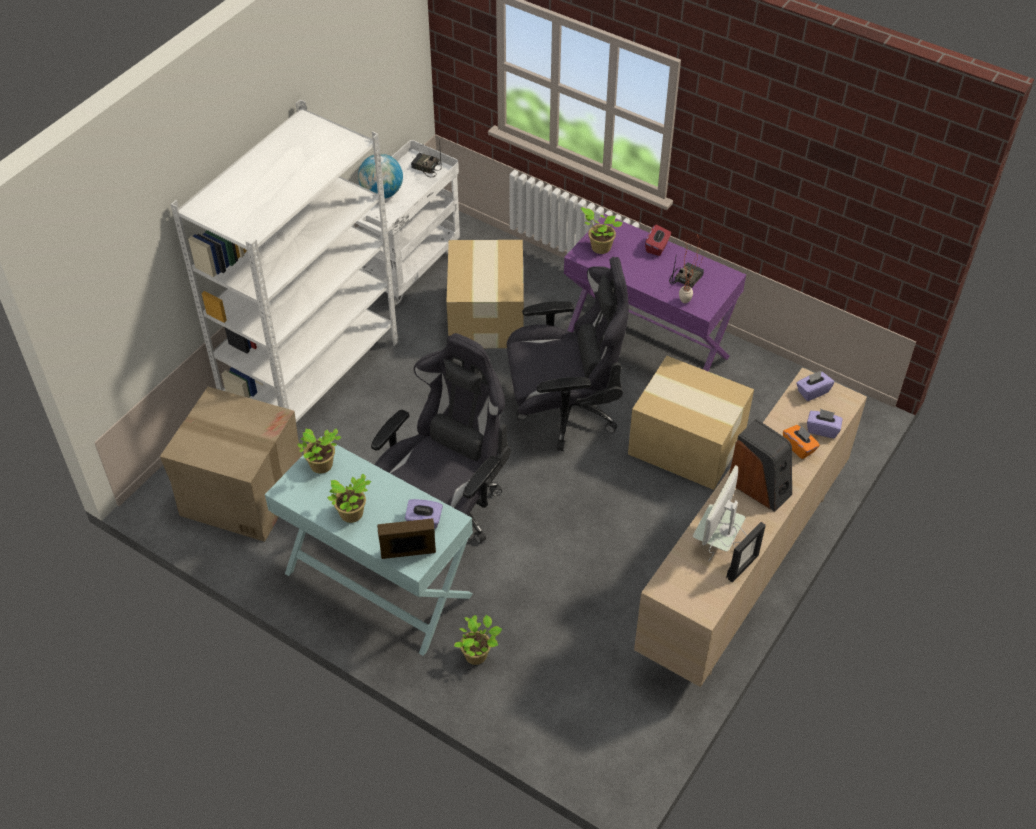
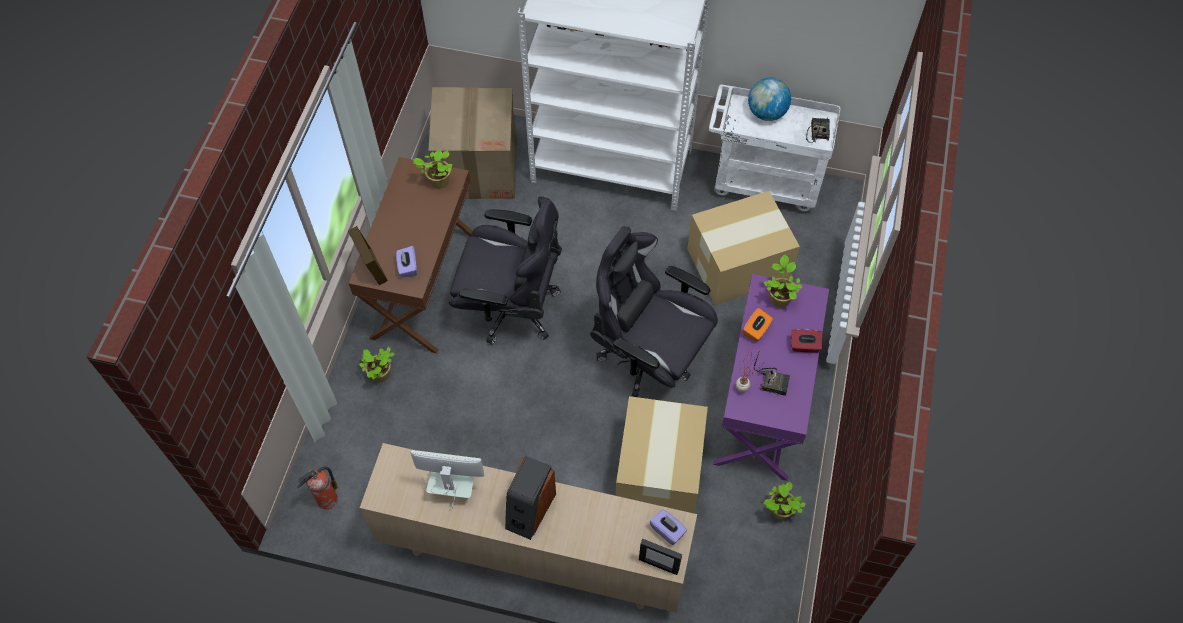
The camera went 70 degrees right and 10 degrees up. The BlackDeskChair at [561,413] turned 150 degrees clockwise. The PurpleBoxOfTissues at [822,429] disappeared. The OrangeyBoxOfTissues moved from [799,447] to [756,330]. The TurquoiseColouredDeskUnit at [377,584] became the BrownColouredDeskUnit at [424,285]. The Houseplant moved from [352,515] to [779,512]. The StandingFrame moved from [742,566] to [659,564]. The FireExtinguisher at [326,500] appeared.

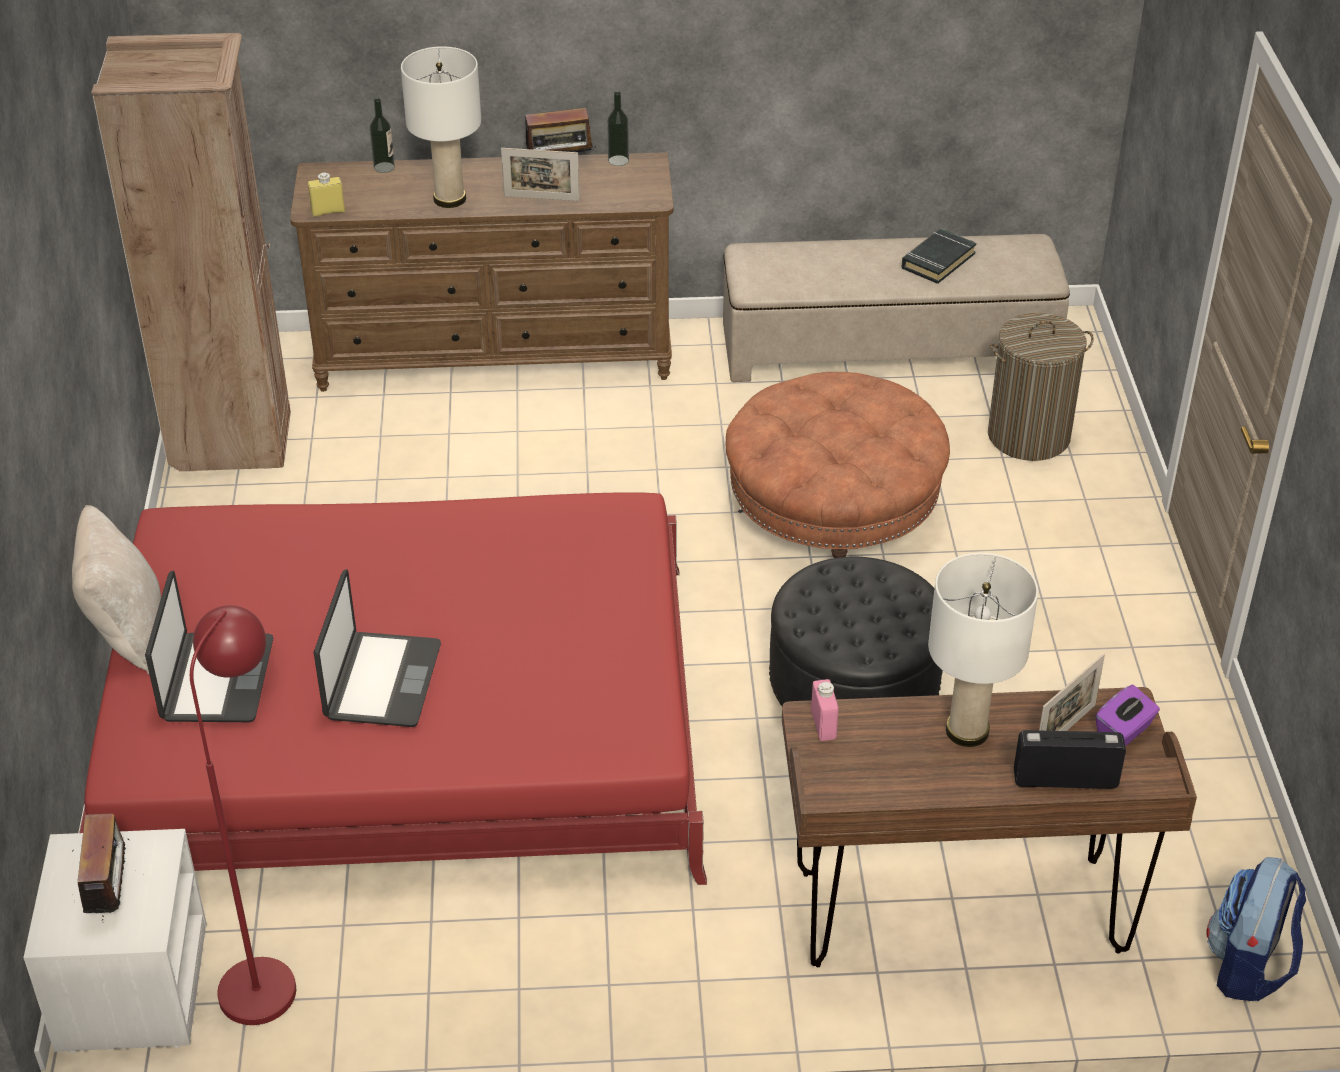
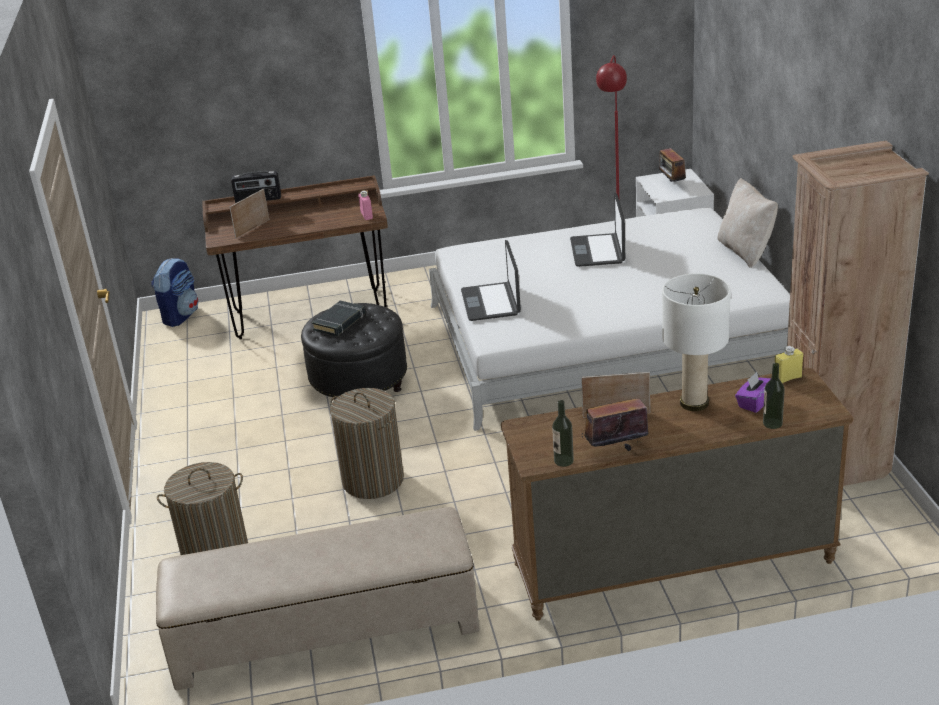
The camera went 175 degrees right and 10 degrees down. The BlackVolume moved from [937,261] to [339,322]. The BrownColouredFootrest at [833,513] was replaced by the Hamper at [373,480]. The ReddishBedroomBed at [406,727] became the WhitishBedroomBed at [606,337]. The WhitishLampForATable at [967,731] disappeared. The Laptop moved from [216,680] to [491,303]. The PurpleBoxOfTissues moved from [1124,730] to [754,403].

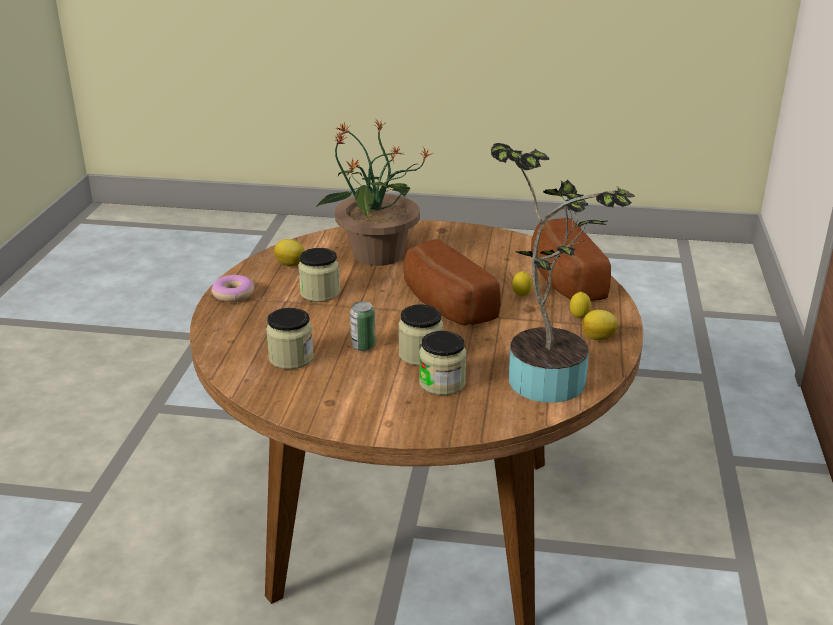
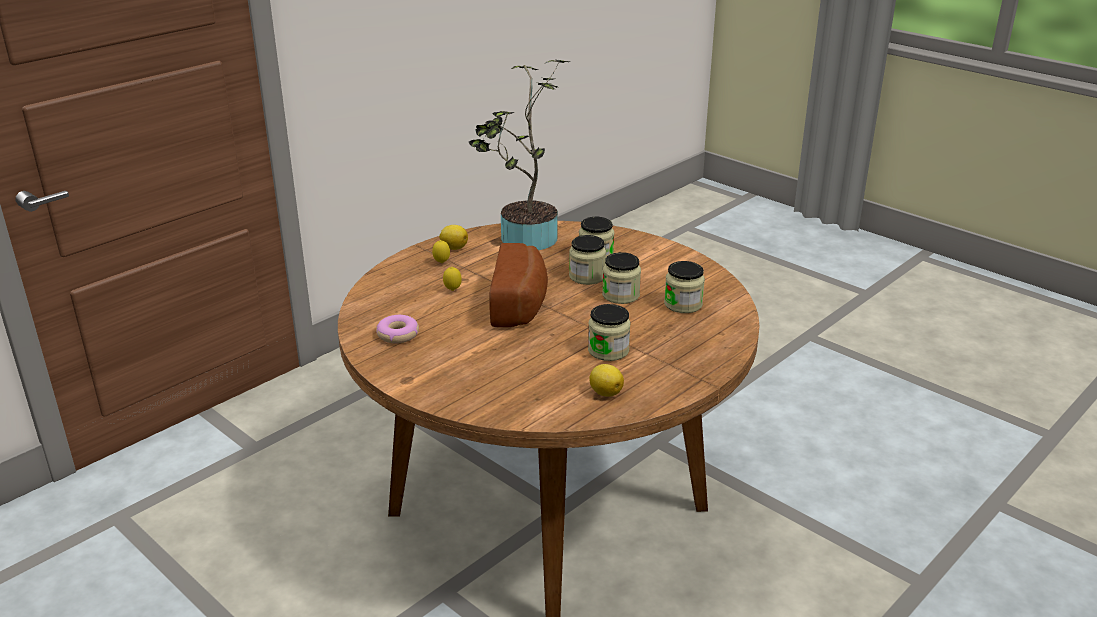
The camera went 145 degrees left and 0 degrees up. The Houseplant at [376,255] disappeared. The BakeryBread at [562,280] disappeared. The Donut moved from [233,294] to [397,335]. The MetalCan at [363,346] was replaced by the StorageJar at [620,295].

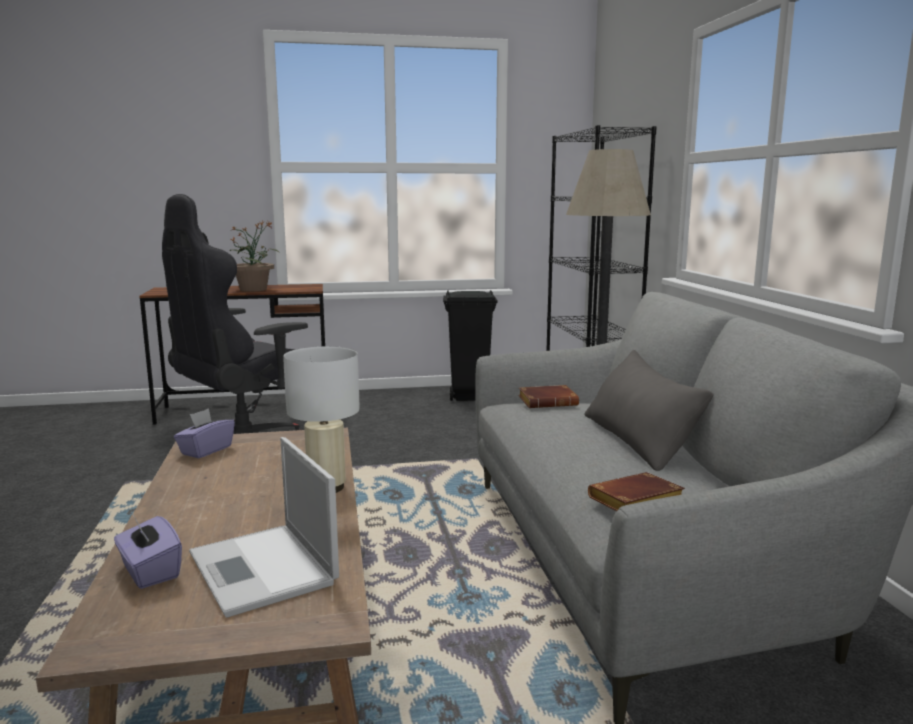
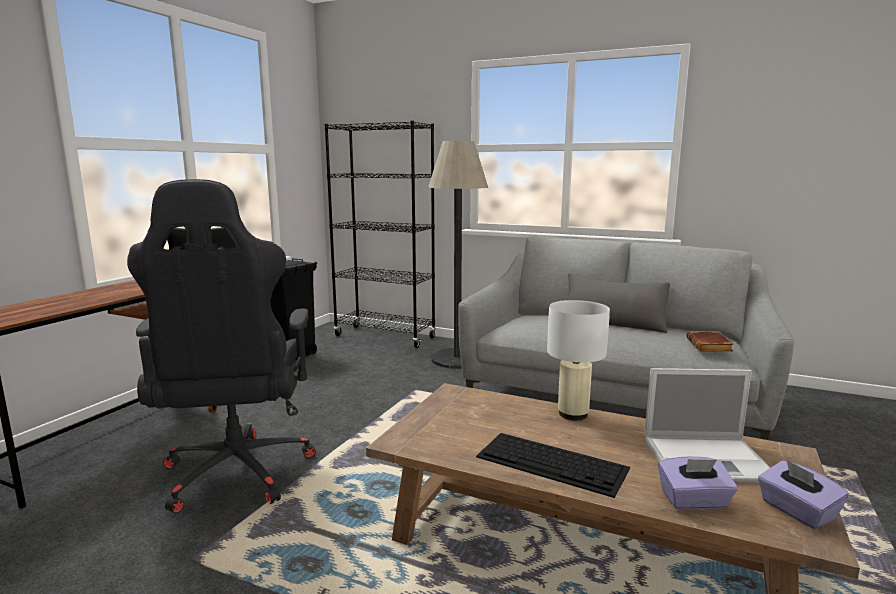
The camera went 55 degrees left and 0 degrees up. The Houseplant at [254,289] disappeared. The BrownColouredVolume at [549,402] disappeared. The PurpleBoxOfTissues moved from [206,450] to [796,511]. The PcKeyboard at [553,462] appeared.

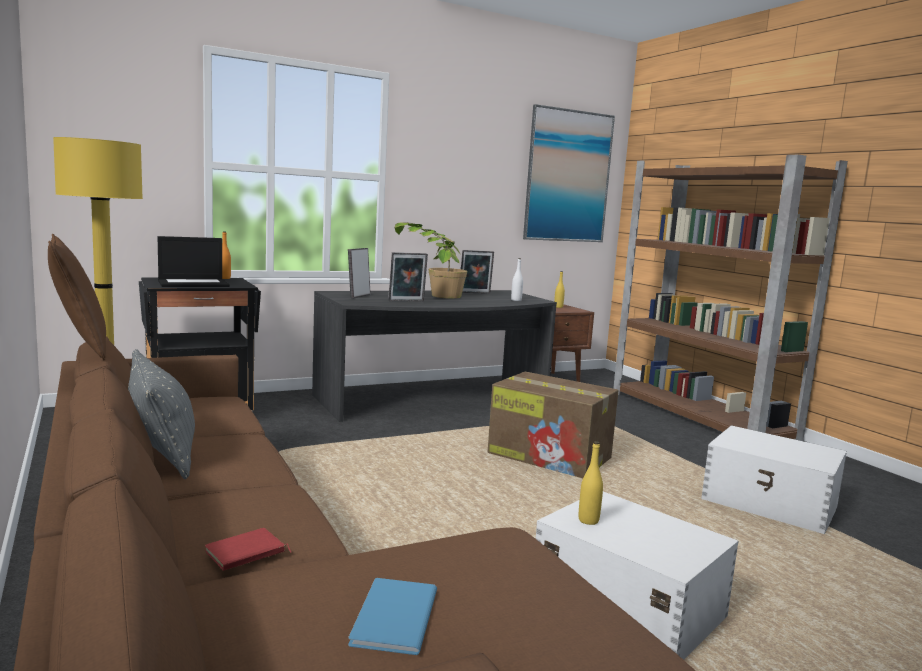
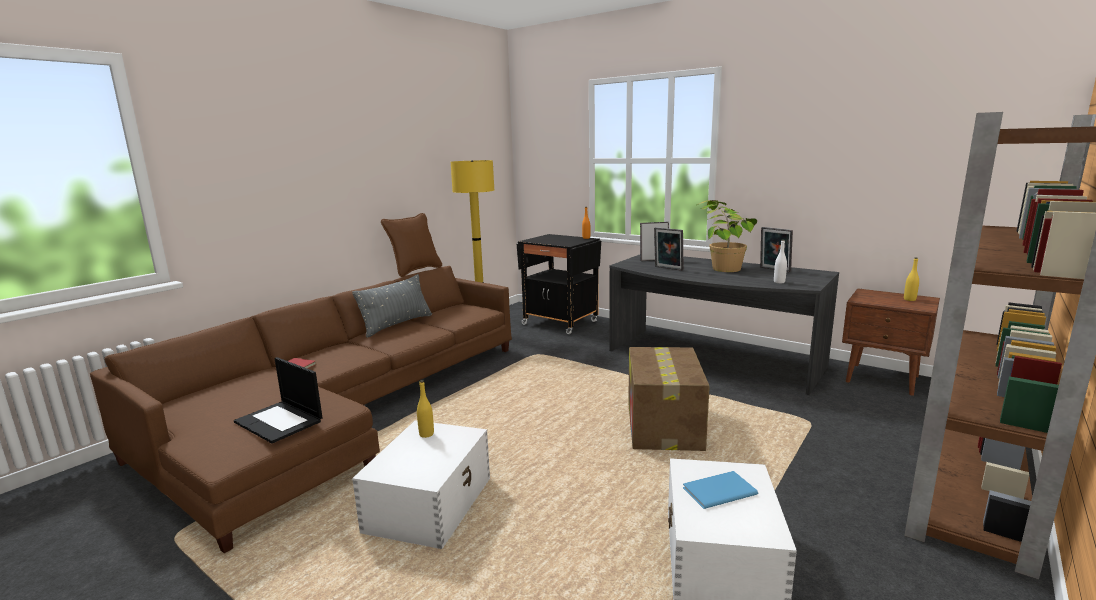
The camera went 65 degrees right and 5 degrees up. The Picture at [568,176] disappeared. The Laptop moved from [194,284] to [280,421]. The BlueColouredVolume moved from [391,618] to [717,490].

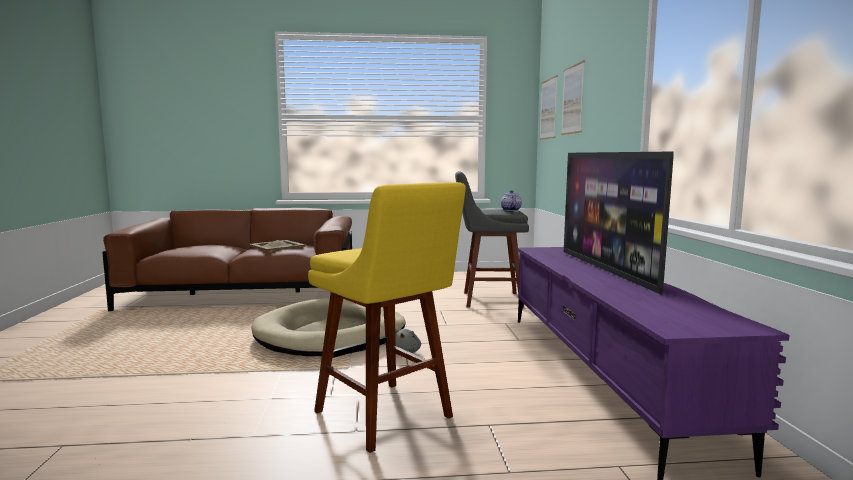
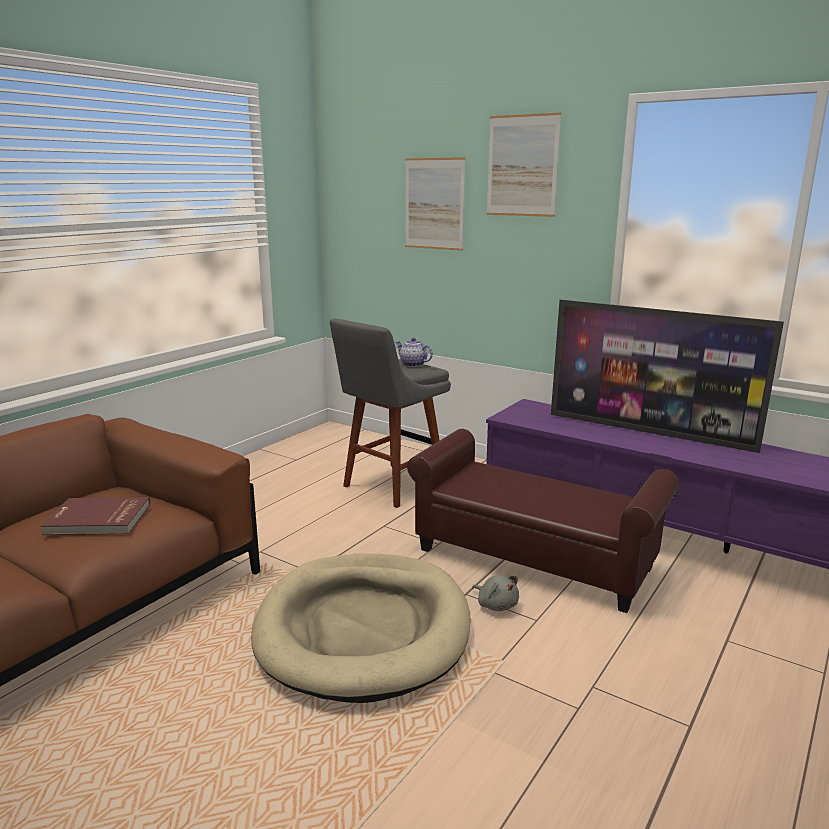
The camera went 50 degrees left and 10 degrees up. The Picture moved from [548,109] to [522,166]. The YellowColouredStoolSeat at [387,417] disappeared. The BeigeColouredTray at [277,246] was replaced by the ReddishVolume at [97,520]. The BrownColouredFootrest at [534,559] appeared.

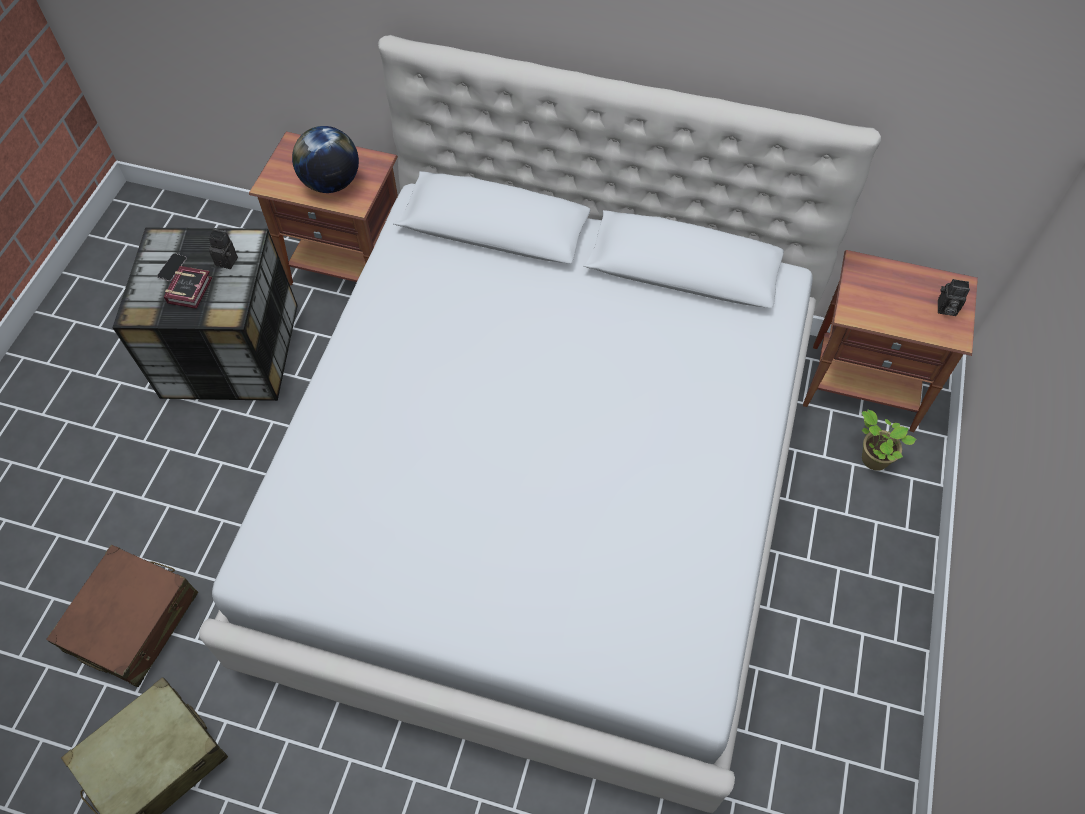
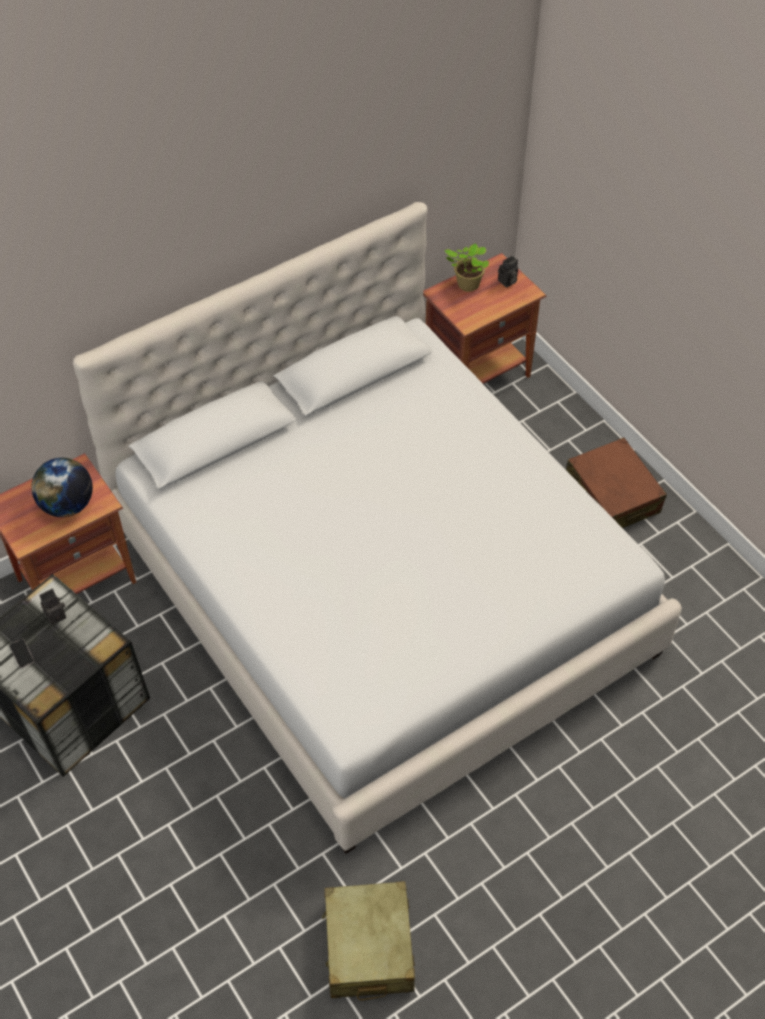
The camera went 50 degrees left and 5 degrees down. The Volume at [191,289] disappeared. The Houseplant moved from [872,458] to [466,284]. The BrownColouredTravelCase moved from [133,622] to [612,496].

